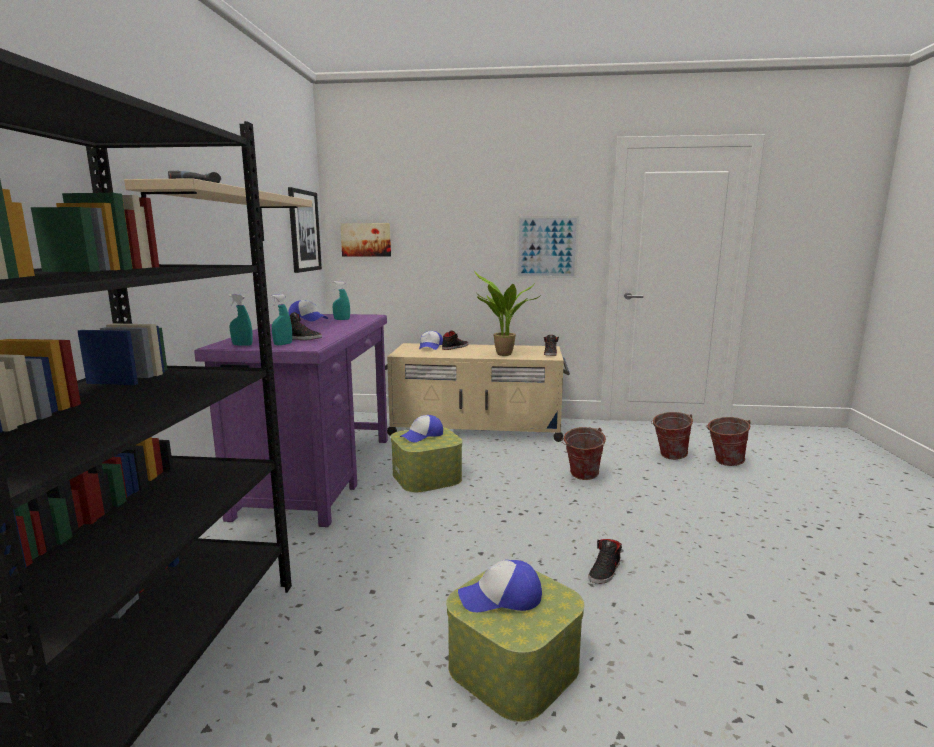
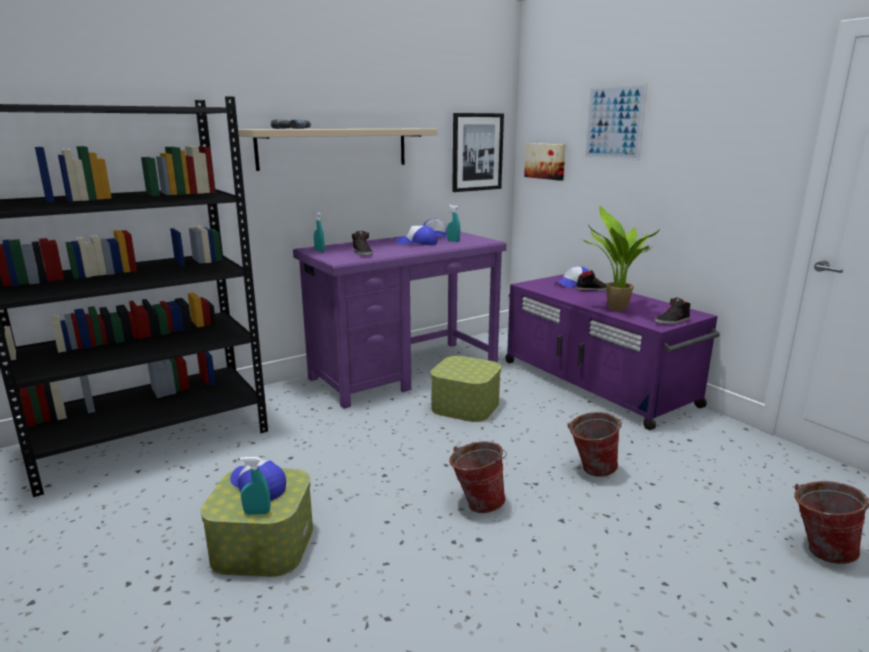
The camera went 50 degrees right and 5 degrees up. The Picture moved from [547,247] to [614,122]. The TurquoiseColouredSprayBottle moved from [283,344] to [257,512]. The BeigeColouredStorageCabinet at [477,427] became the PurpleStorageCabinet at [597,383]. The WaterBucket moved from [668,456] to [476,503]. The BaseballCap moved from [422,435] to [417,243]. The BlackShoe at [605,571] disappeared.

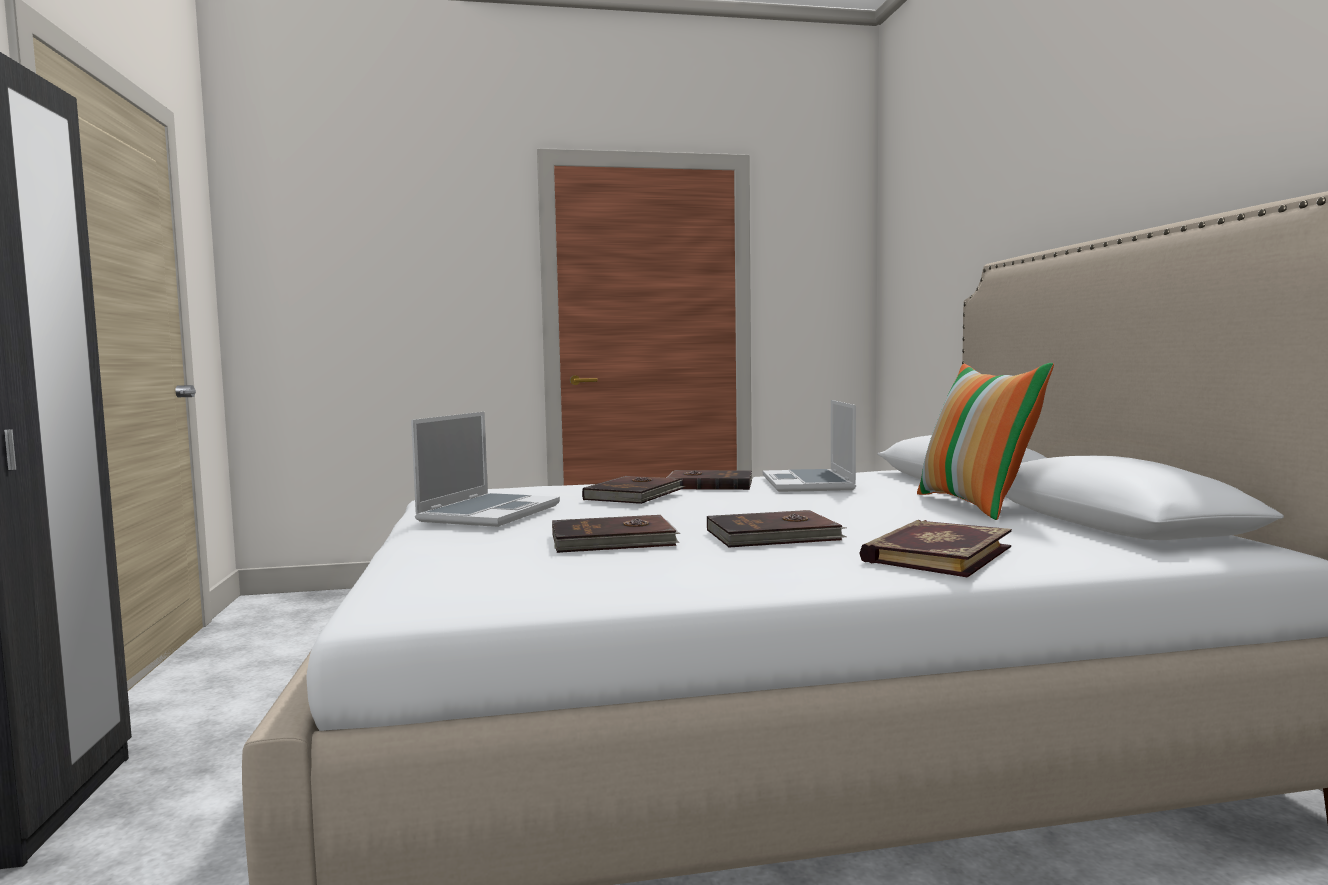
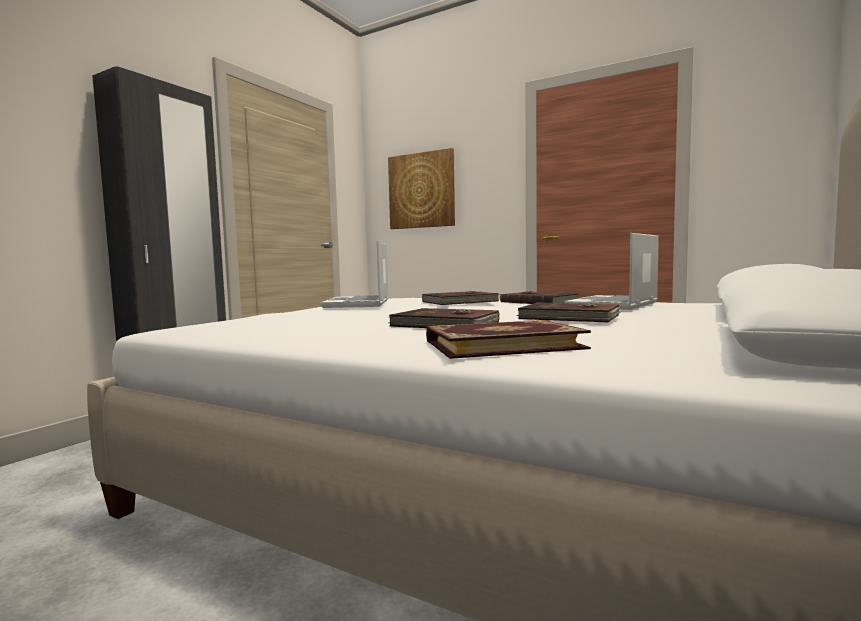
The camera went 40 degrees right and 0 degrees up. The Pillow at [976,505] disappeared. The Laptop at [489,513] turned 120 degrees clockwise. The BrownColouredVolume moved from [613,540] to [569,317]. The Picture at [421,190] appeared.

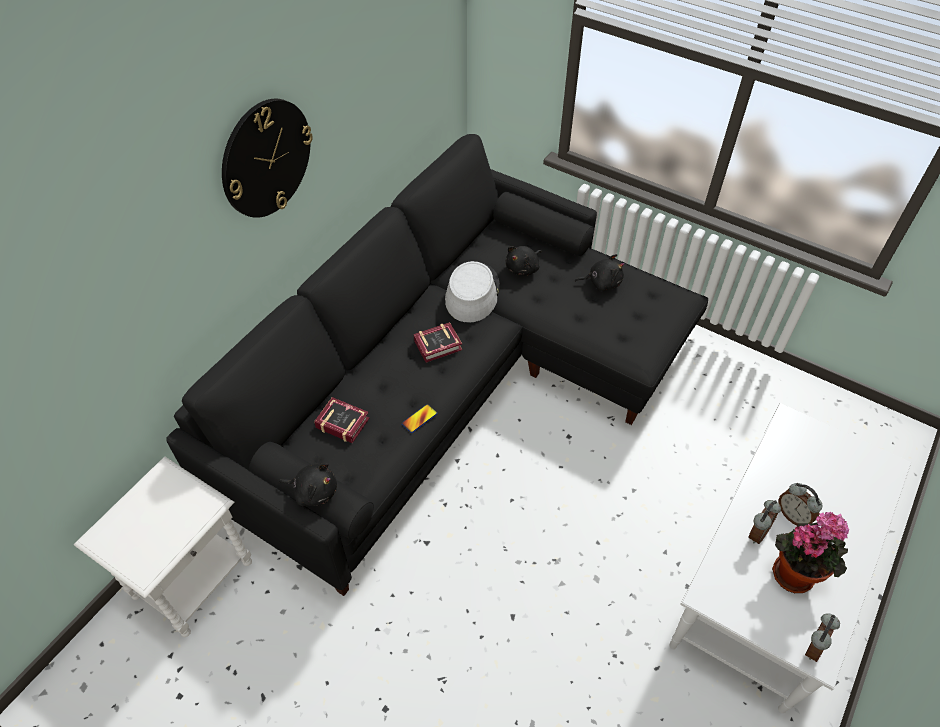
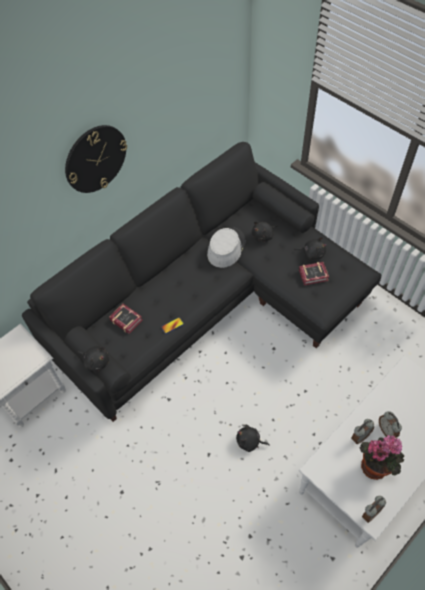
The camera went 15 degrees right and 5 degrees up. The Volume moved from [440,345] to [314,275]. The BlackCuddlyToy at [250,442] appeared.

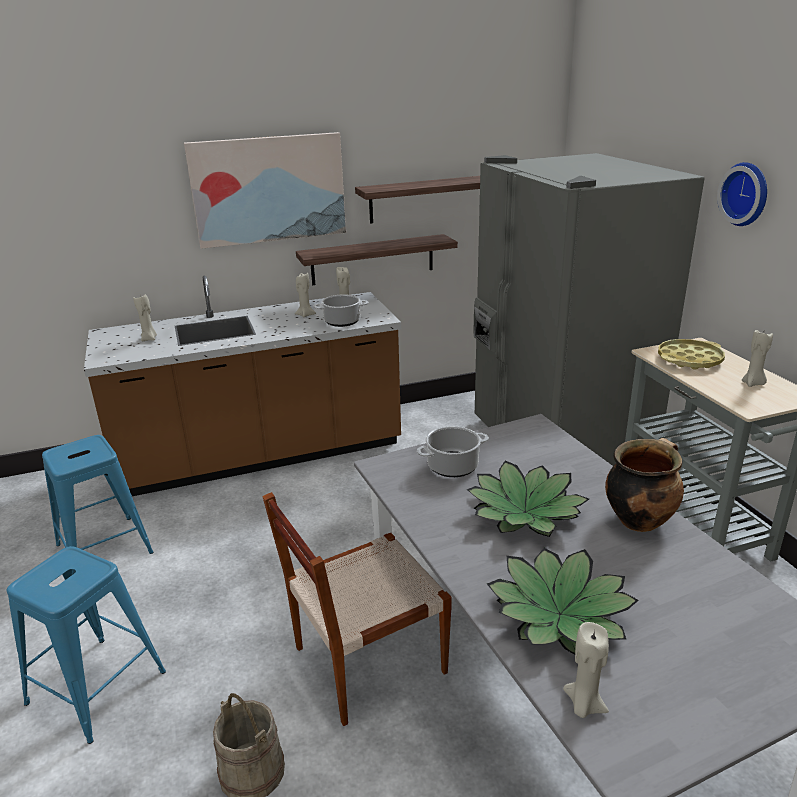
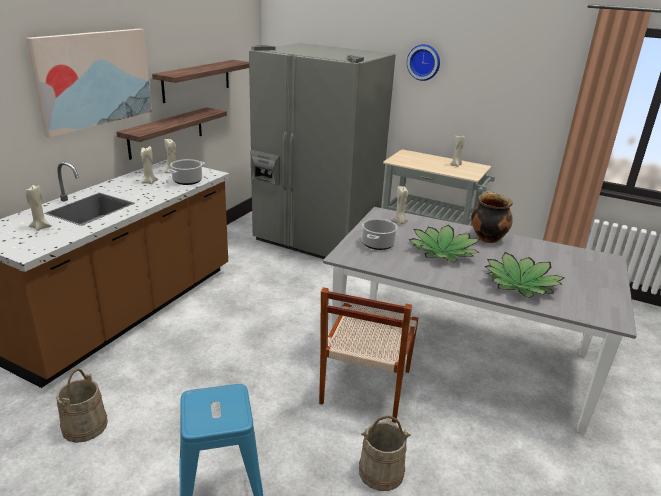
The camera went 45 degrees left and 0 degrees up. The YellowColouredTray at [689,359] disappeared. The BlueColouredStoolSeat at [104,549] was replaced by the BeigeColouredWaterBucket at [84,426]. The BeigeColouredWaxCandle moved from [584,705] to [399,222].

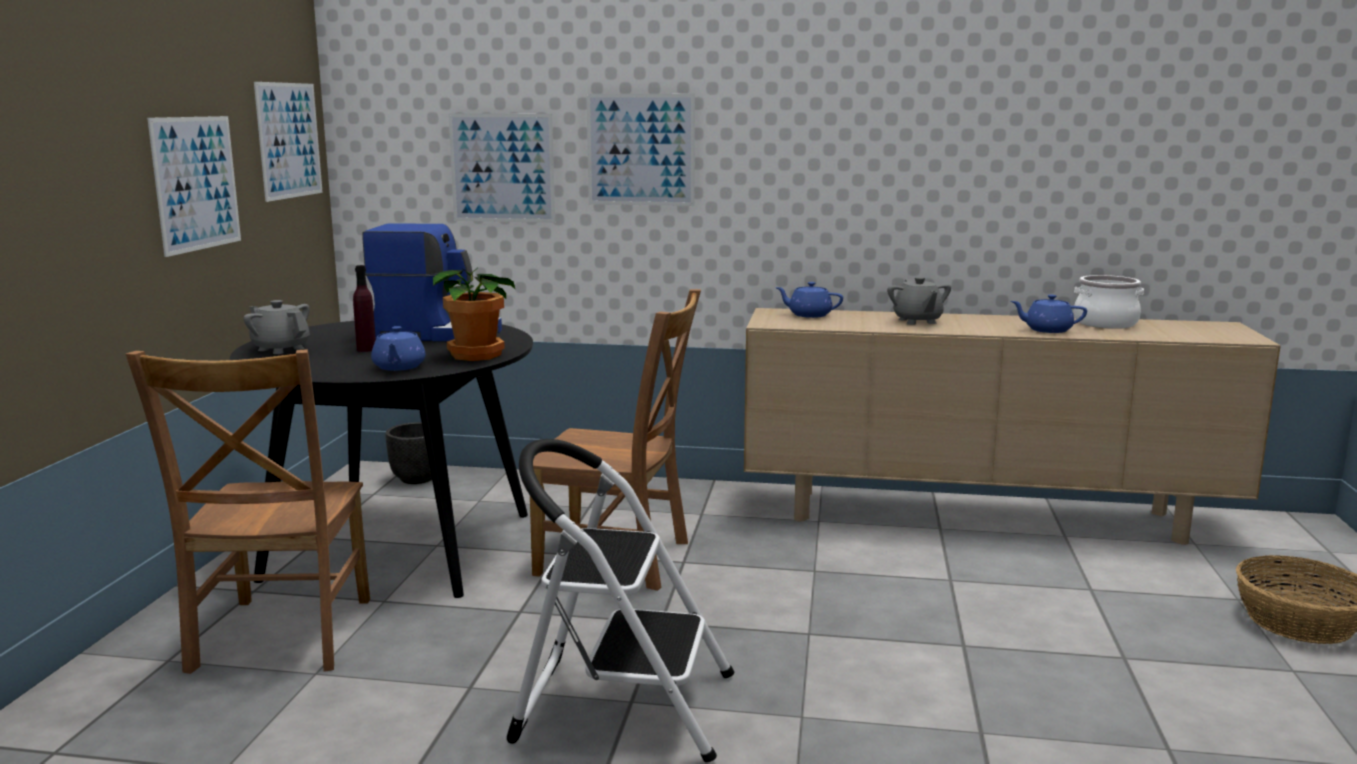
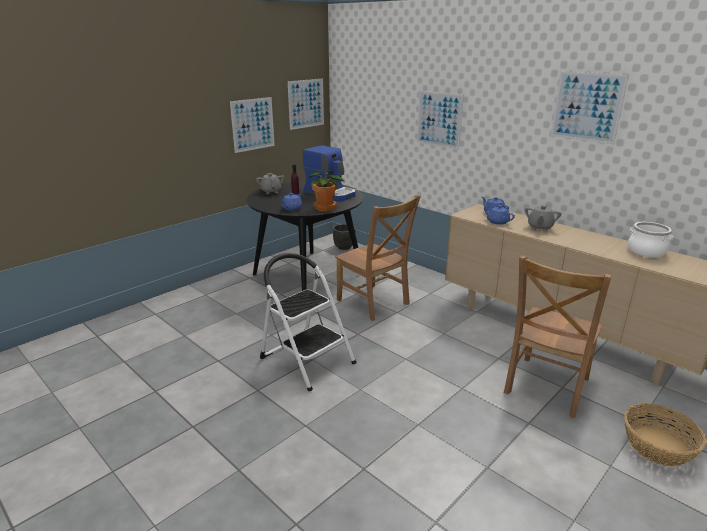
The camera went 35 degrees right and 10 degrees up. The Picture moved from [502,168] to [587,107]. The BlueColouredTeaPot moved from [1047,330] to [497,222]. The BrownColouredPlainChair moved from [279,638] to [545,387].

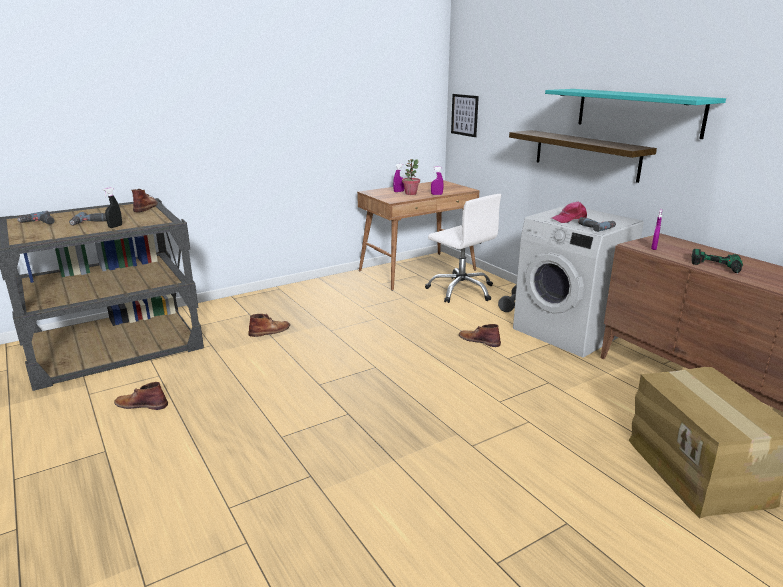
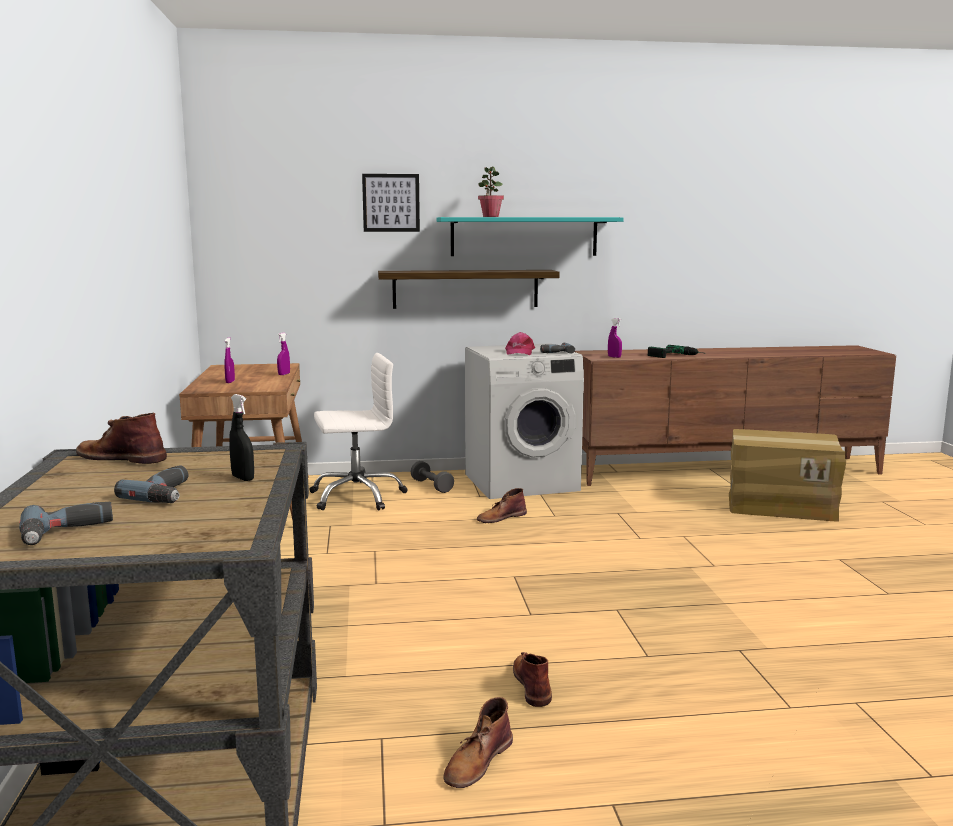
The camera went 65 degrees left and 10 degrees down. The Picture moved from [464,115] to [391,203]. The Houseplant moved from [410,193] to [490,217]. The BrownColouredBoot moved from [270,331] to [532,683].

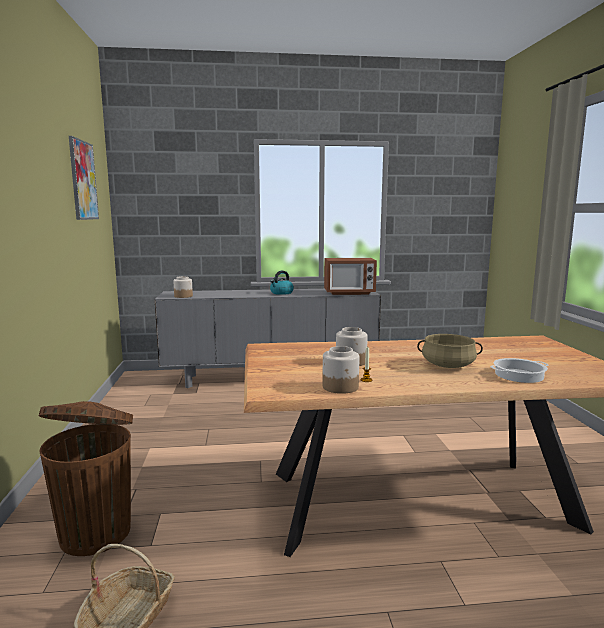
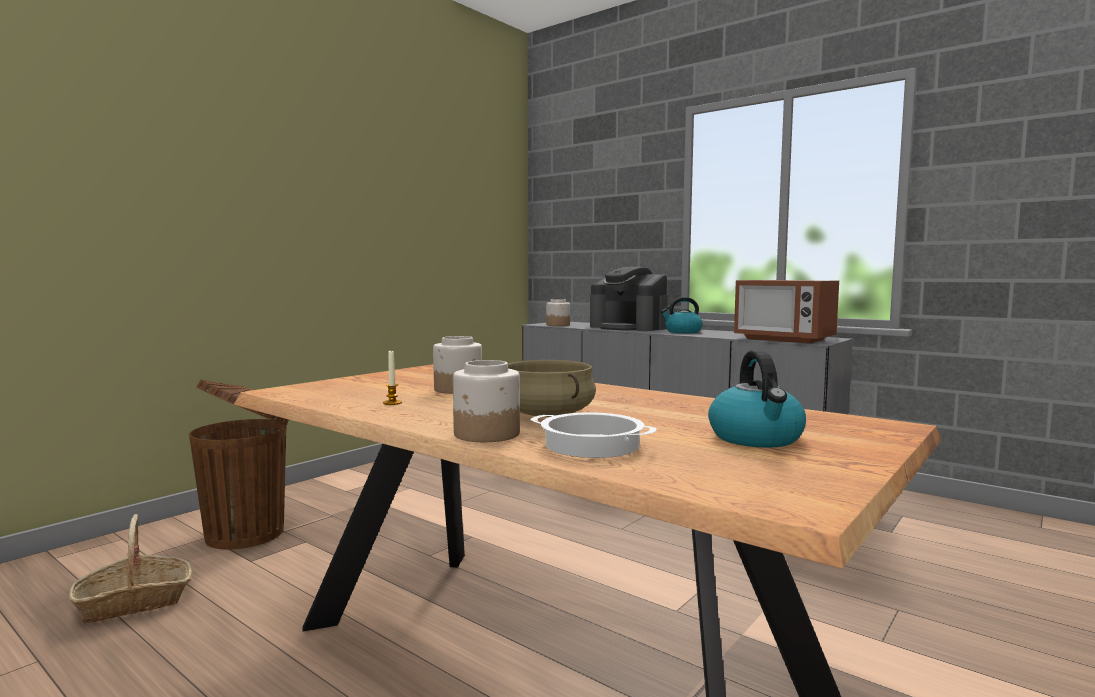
The camera went 45 degrees right and 5 degrees down. The Picture at [83,180] disappeared. The StorageJar moved from [340,387] to [487,434]. The CoffeeBrewer at [629,327] appeared. The Kettle at [756,438] appeared.

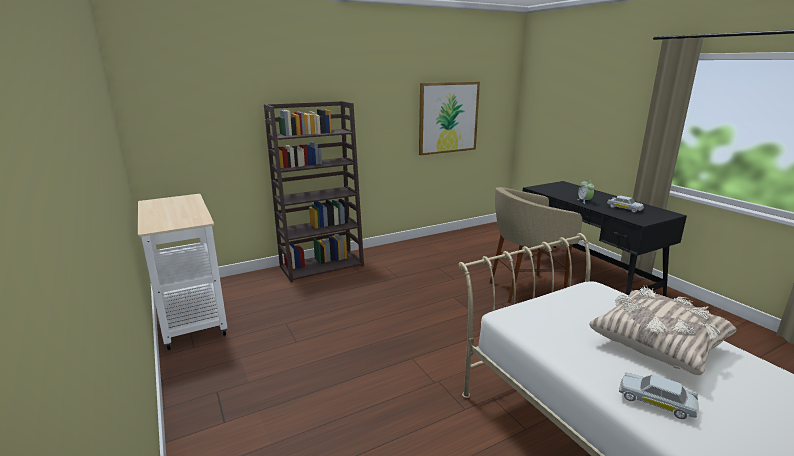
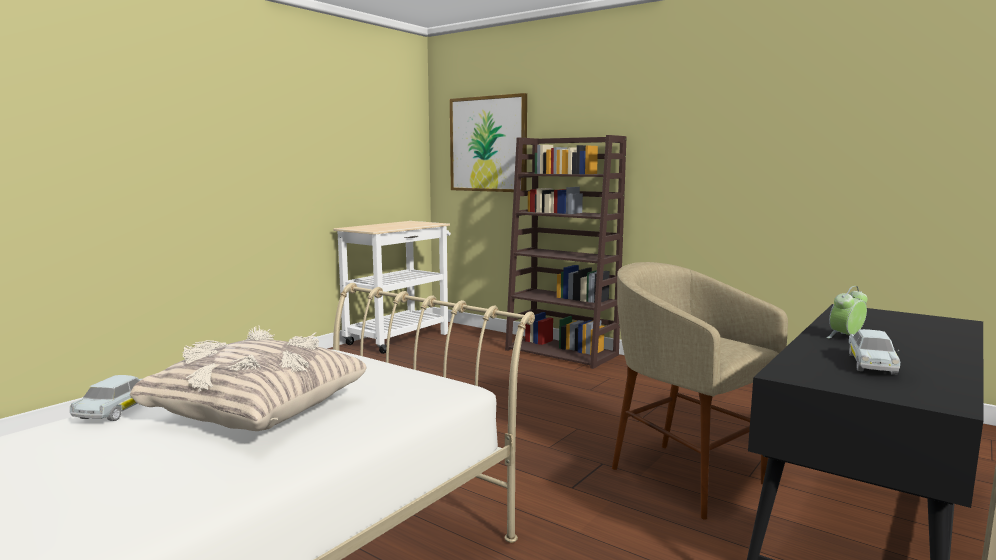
The camera went 65 degrees right and 10 degrees down. The Picture moved from [448,117] to [488,144].

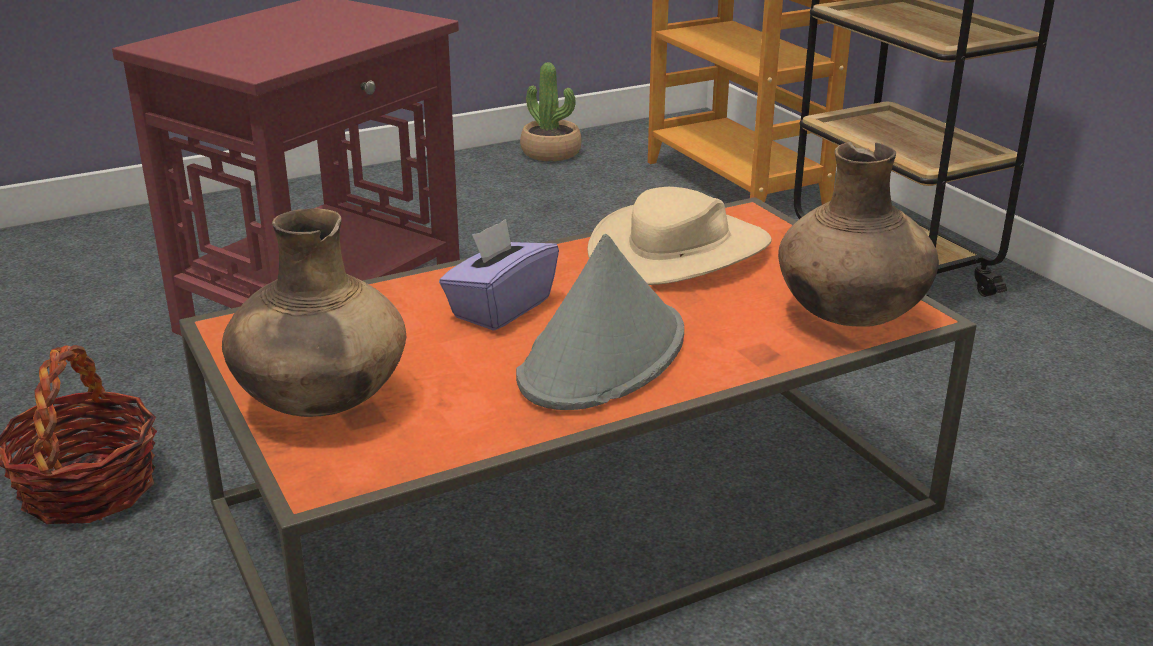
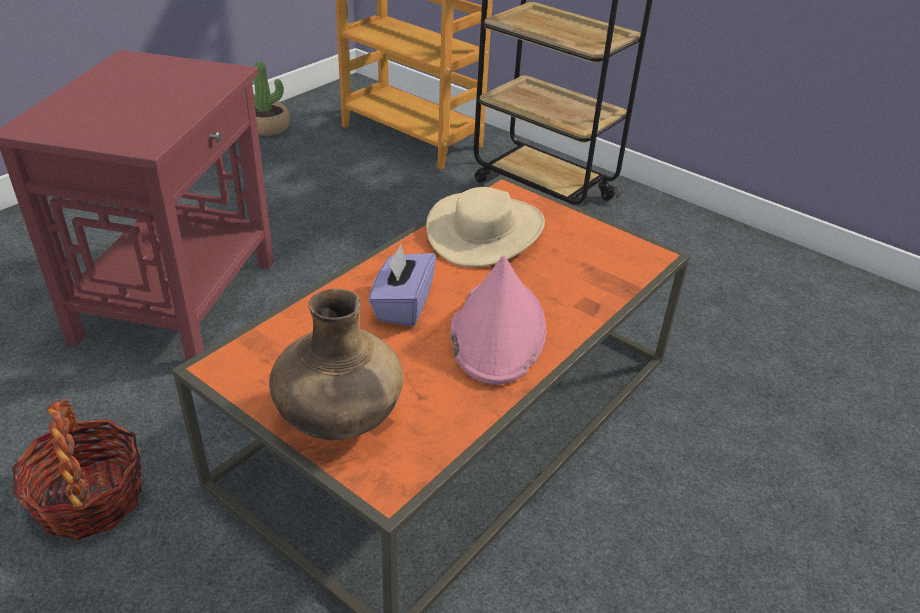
The camera went 25 degrees left and 10 degrees up. The BrownColouredDecorativeVase at [851,317] disappeared. The GrayWearableHat at [603,356] became the PinkishWearableHat at [497,331].

